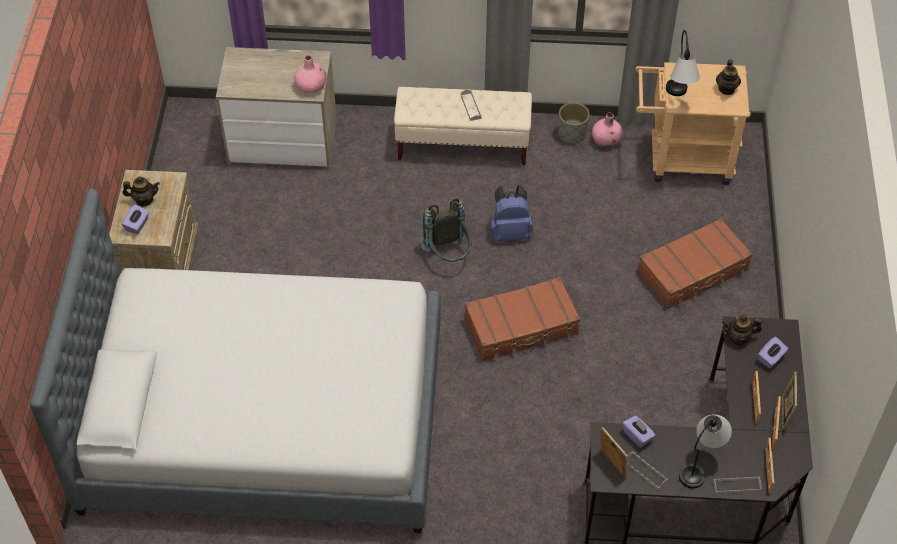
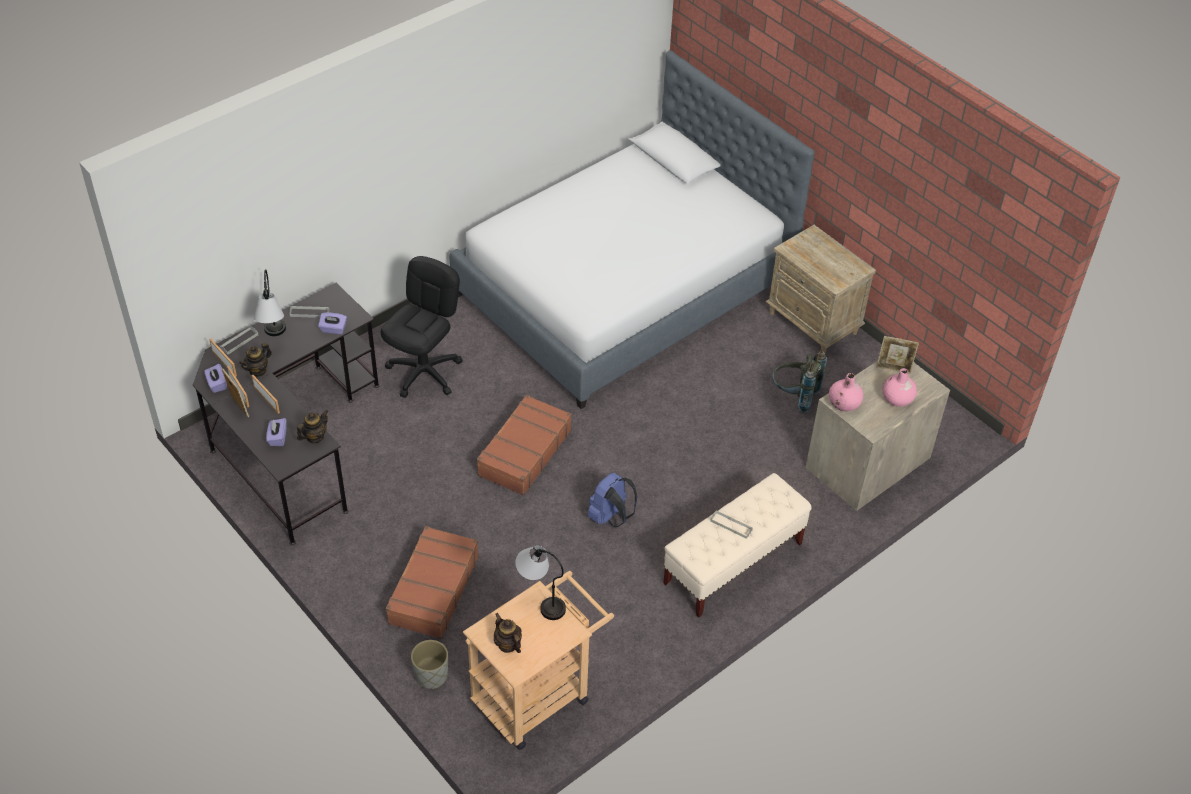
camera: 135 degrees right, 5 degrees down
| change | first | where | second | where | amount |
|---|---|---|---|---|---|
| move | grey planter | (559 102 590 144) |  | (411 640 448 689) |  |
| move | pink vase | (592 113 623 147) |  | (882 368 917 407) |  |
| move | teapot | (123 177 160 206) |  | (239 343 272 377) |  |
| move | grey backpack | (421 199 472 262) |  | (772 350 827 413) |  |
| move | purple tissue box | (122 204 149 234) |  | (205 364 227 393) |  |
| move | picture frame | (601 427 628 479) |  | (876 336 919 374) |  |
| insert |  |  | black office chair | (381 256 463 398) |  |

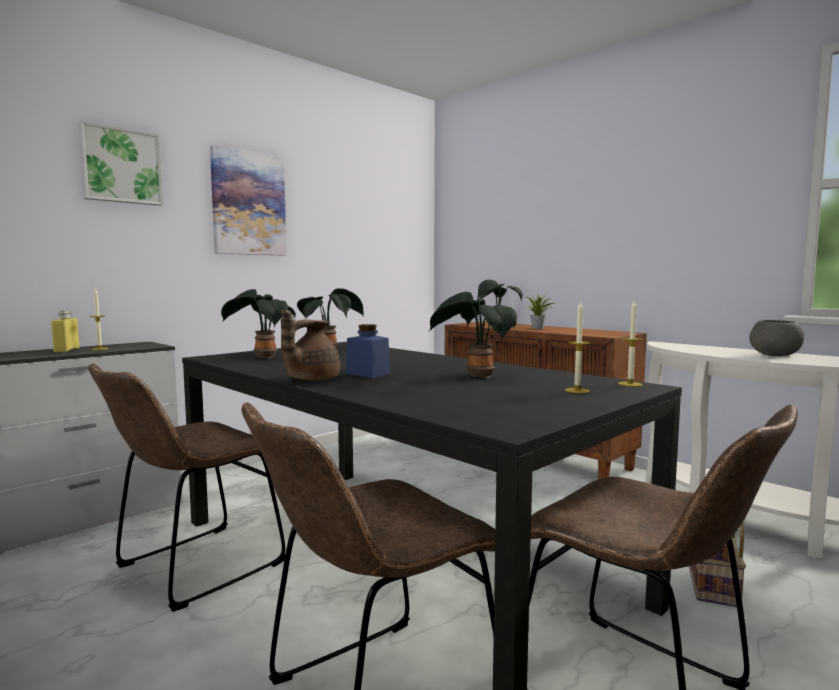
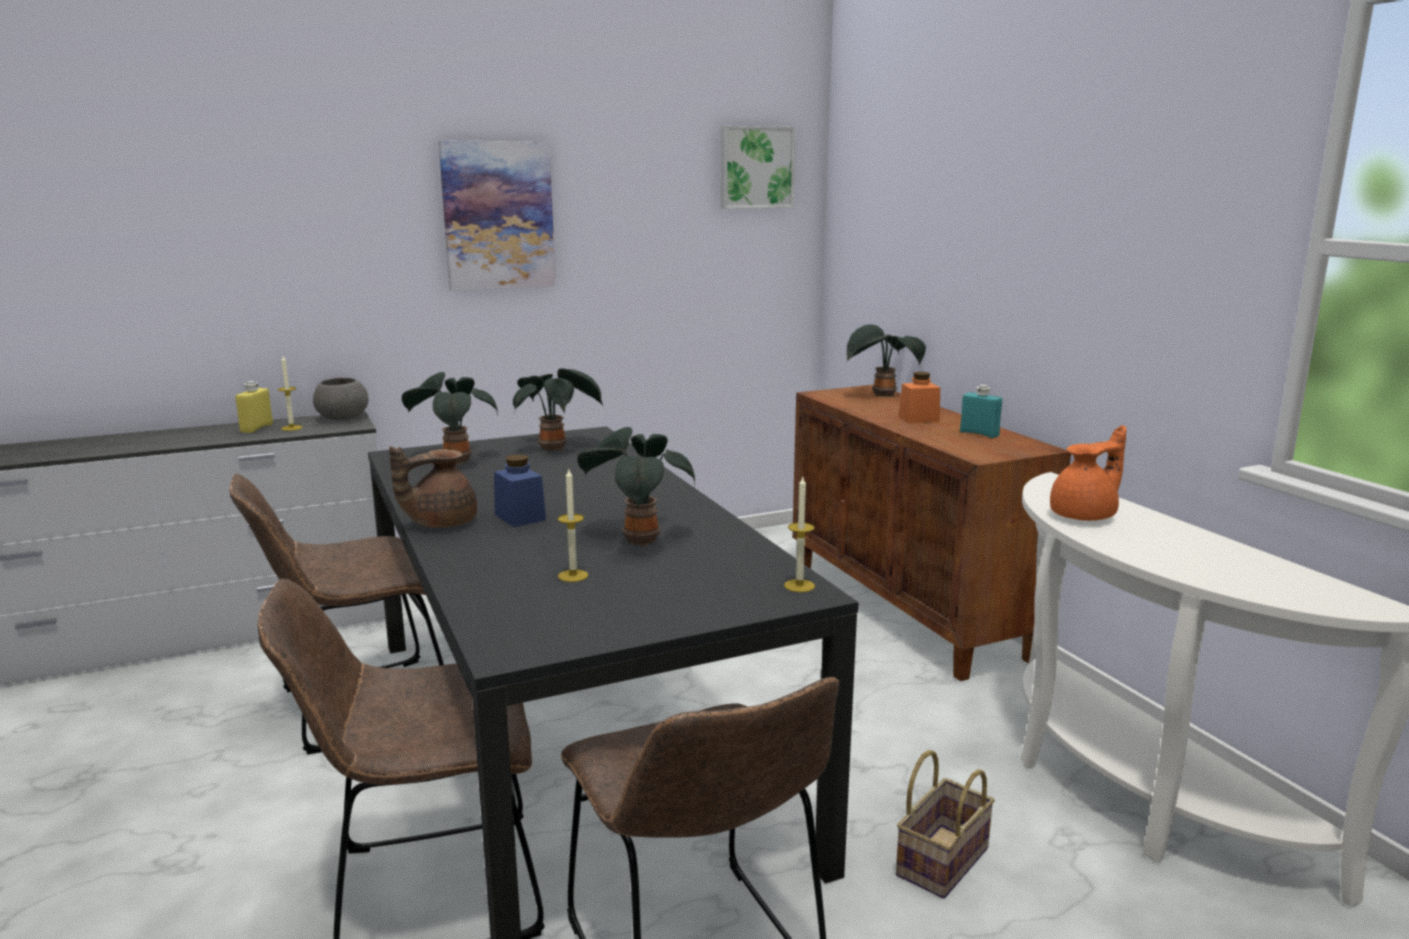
camera: 20 degrees right, 10 degrees up
| change | first | where | second | where | amount |
|---|---|---|---|---|---|
| move | picture | (79 121 163 206) |  | (721 126 796 209) |  |
| replace | potted plant | (527 294 555 329) | orange jar | (898 372 940 423) |  |
| move | candle | (565 301 590 393) |  | (558 469 588 582) |  |
| move | grey bowl | (749 320 804 356) |  | (313 378 369 420) |  |
| insert |  |  | turquoise bottle | (960 385 1002 438) |  |
| insert |  |  | orange teapot | (1050 425 1127 521) |  |

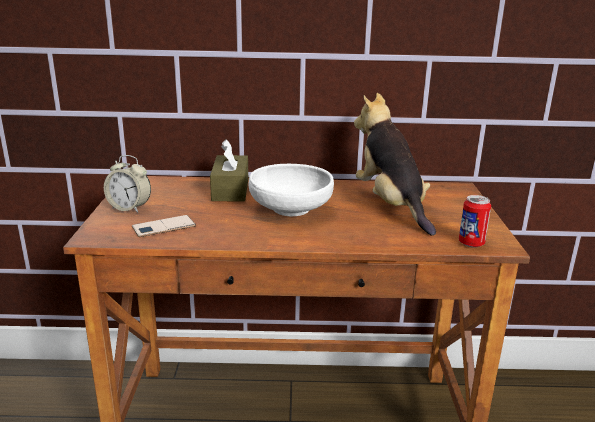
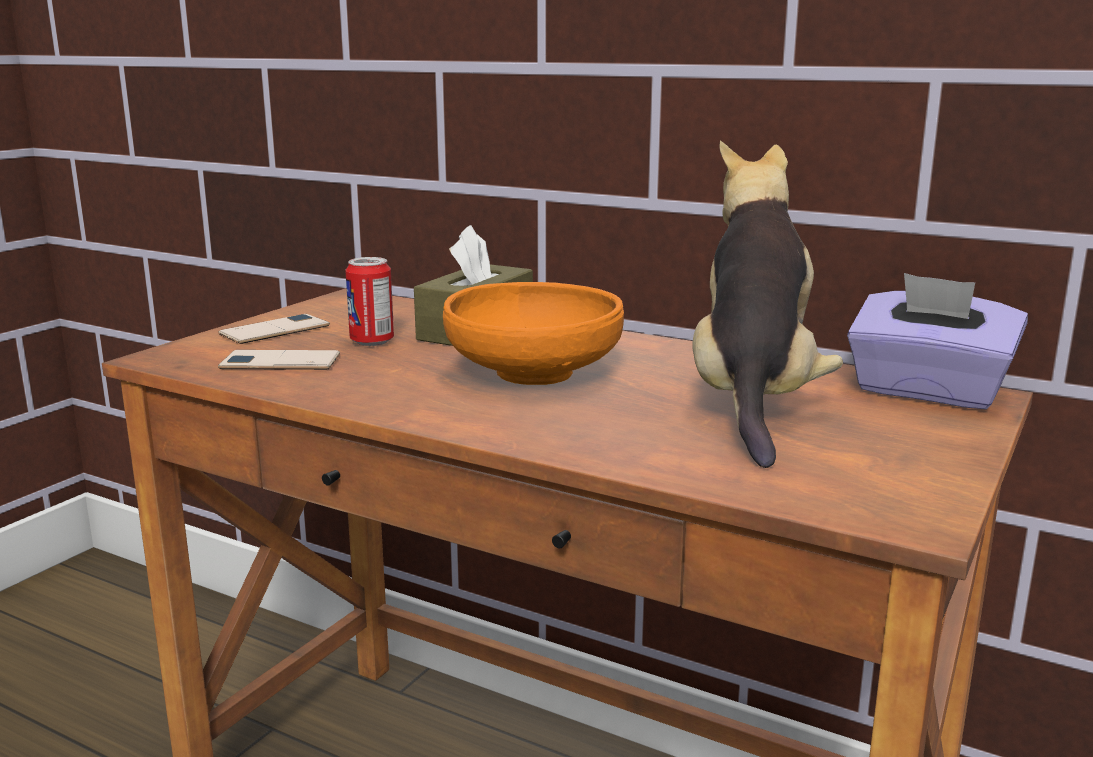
camera: 30 degrees right, 5 degrees down
| change | first | where | second | where | amount |
|---|---|---|---|---|---|
| replace | alarm clock | (104 155 151 213) | phone | (218 314 330 344) |  |
| recolor | white bowl | (249 164 334 216) | orange bowl | (443 282 624 385) |  |
| move | can | (459 195 491 248) |  | (345 257 394 346) |  |
| insert |  |  | purple tissue box | (847 273 1028 409) |  |

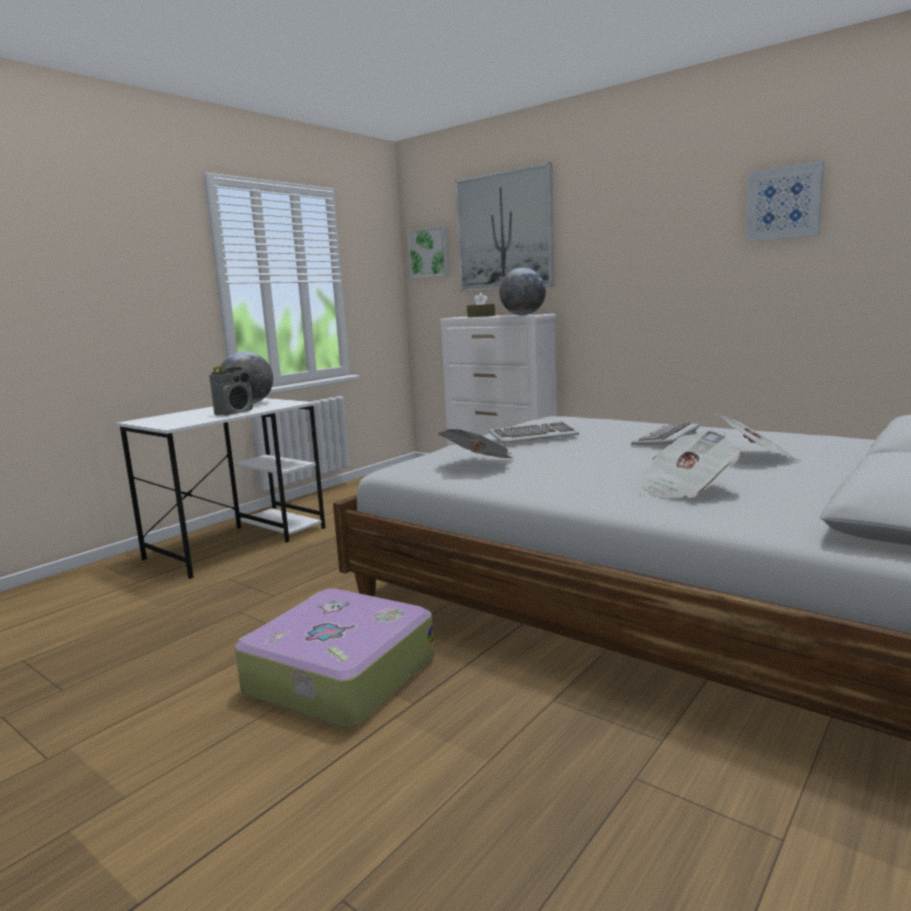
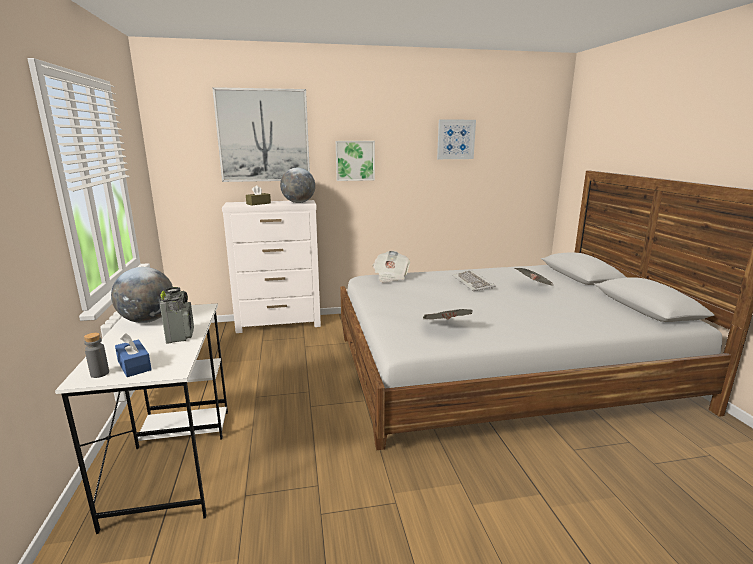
camera: 50 degrees left, 5 degrees up
| change | first | where | second | where | amount |
|---|---|---|---|---|---|
| move | picture | (407 226 449 279) |  | (336 141 375 181) |  |
| delete | keyboard | (489 422 579 443) |  |  |  |
| move | newspaper | (640 430 740 498) |  | (373 250 410 283) |  |
| delete | suitcase | (235 588 434 728) |  |  |  |
| insert |  |  | grey bottle | (84 333 109 378) |  |
| insert |  |  | blue tissue box | (115 333 152 377) |  |

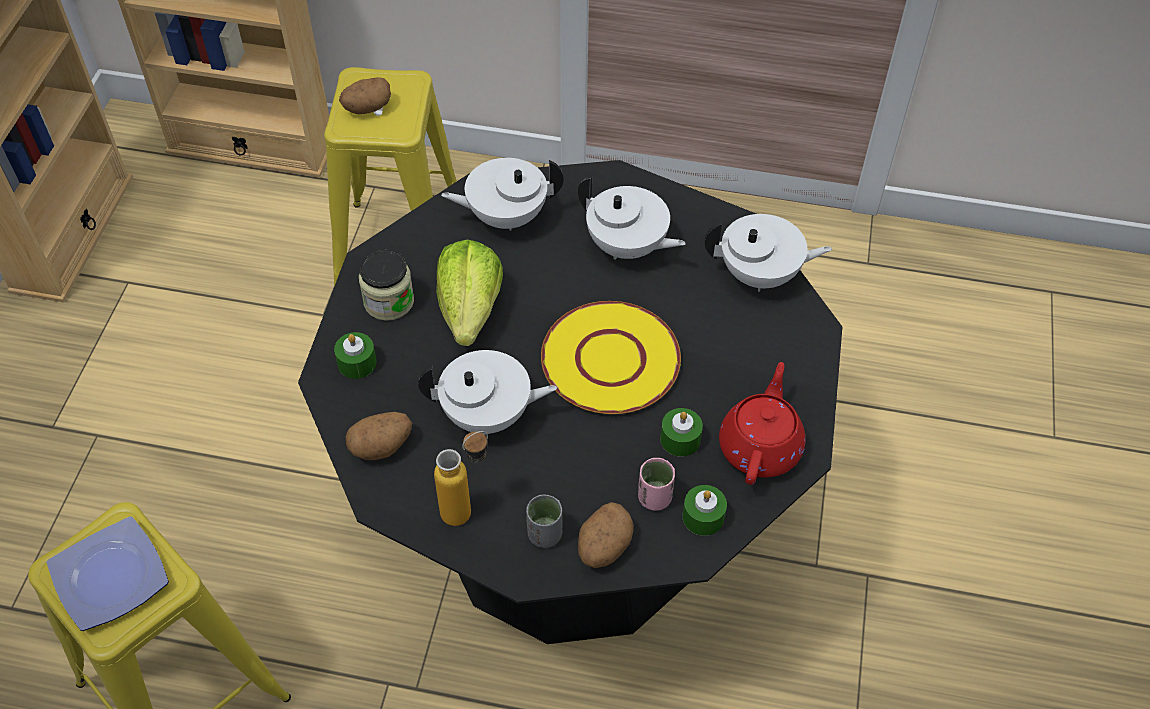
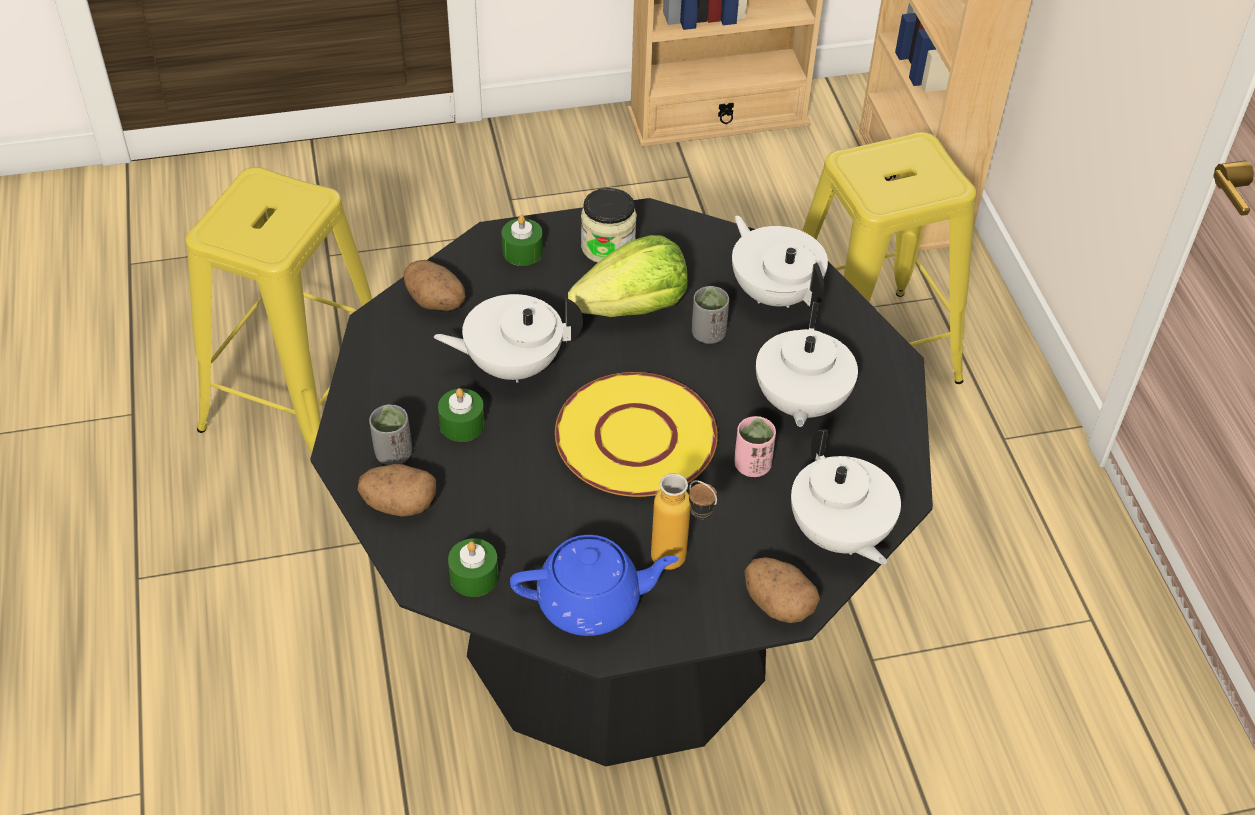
camera: 65 degrees right, 5 degrees down
| change | first | where | second | where | amount |
|---|---|---|---|---|---|
| move | potato | (339 77 391 114) |  | (744 557 820 623) |  |
| rotate | white teapot | (418 350 557 435) |  | (434 294 583 382) | 105 degrees clockwise |
| recolor | red teapot | (719 362 805 485) | blue teapot | (510 535 679 636) |  |
| move | green candle | (660 408 703 457) |  | (438 388 485 442) |  |
| move | bottle | (434 431 488 526) |  | (651 473 717 570) |  |
| move | pink cup | (638 458 675 511) |  | (735 416 776 477) |  |
| delete | plate | (46 516 169 631) |  |  |  |
| insert |  |  | grey cup | (692 286 729 344) |  |

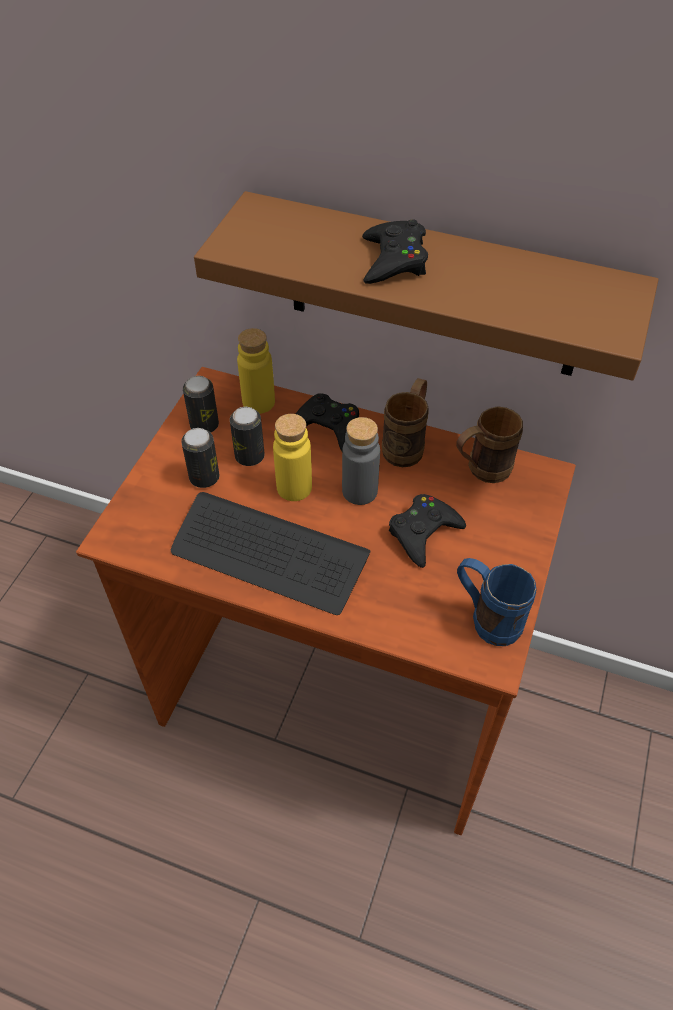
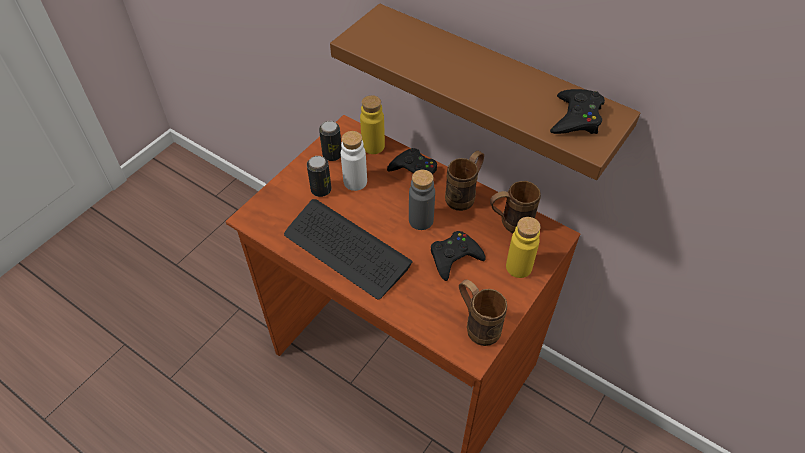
camera: 15 degrees right, 0 degrees up
| change | first | where | second | where | amount |
|---|---|---|---|---|---|
| move | black game controller | (362 219 428 284) |  | (550 89 605 134) |  |
| replace | can | (230 407 265 466) | white bottle | (341 131 367 191) |  |
| move | yellow bottle | (273 414 312 501) |  | (506 217 541 278) |  |
| recolor | blue mug | (457 558 537 646) | brown mug | (459 279 507 346) |  |

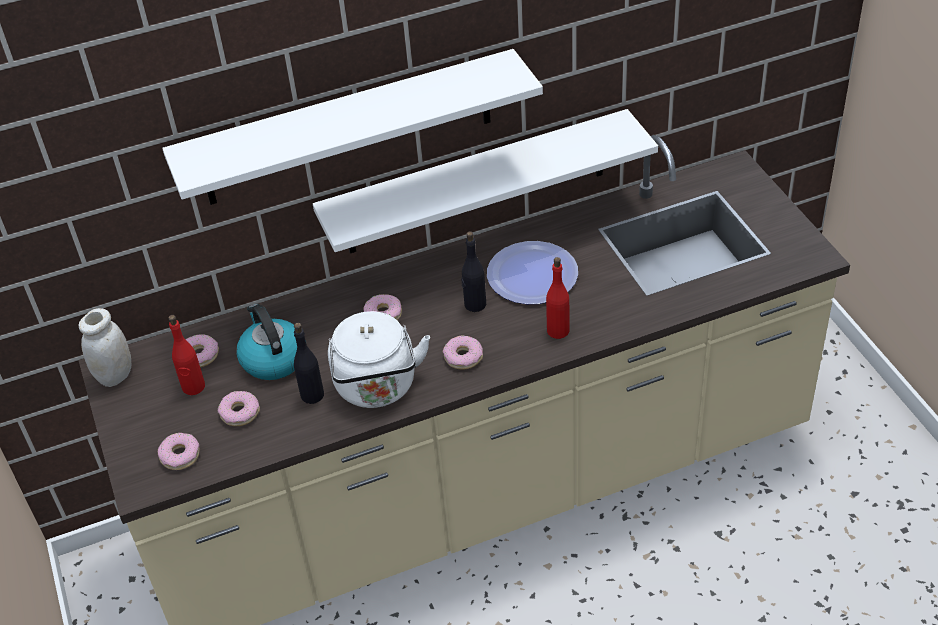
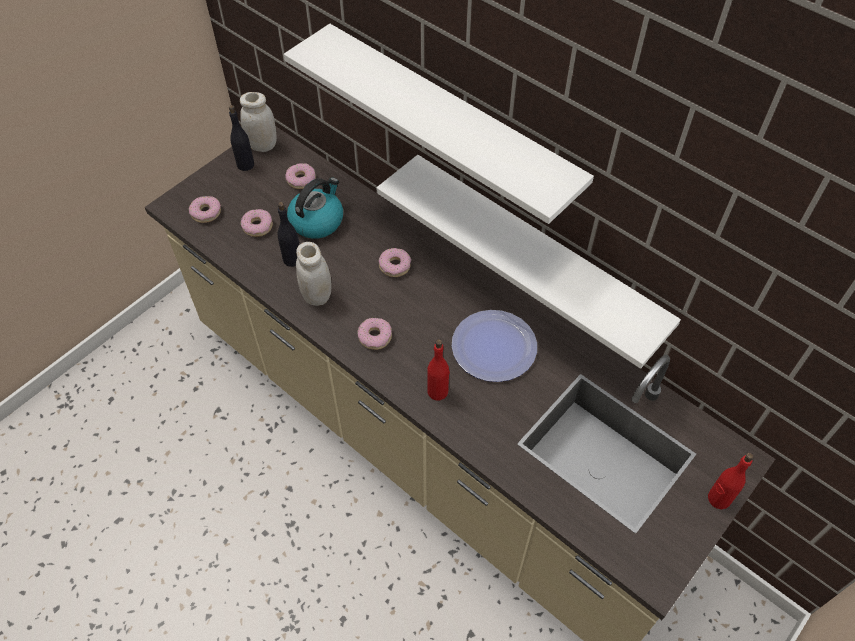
camera: 60 degrees right, 10 degrees up
| change | first | where | second | where | amount |
|---|---|---|---|---|---|
| move | black bottle | (461 231 486 312) |  | (229 105 254 171) |  |
| replace | white kettle | (328 311 430 408) | white jar | (296 242 332 306) |  |
| move | red bottle | (168 315 205 395) |  | (708 453 754 509) |  |

